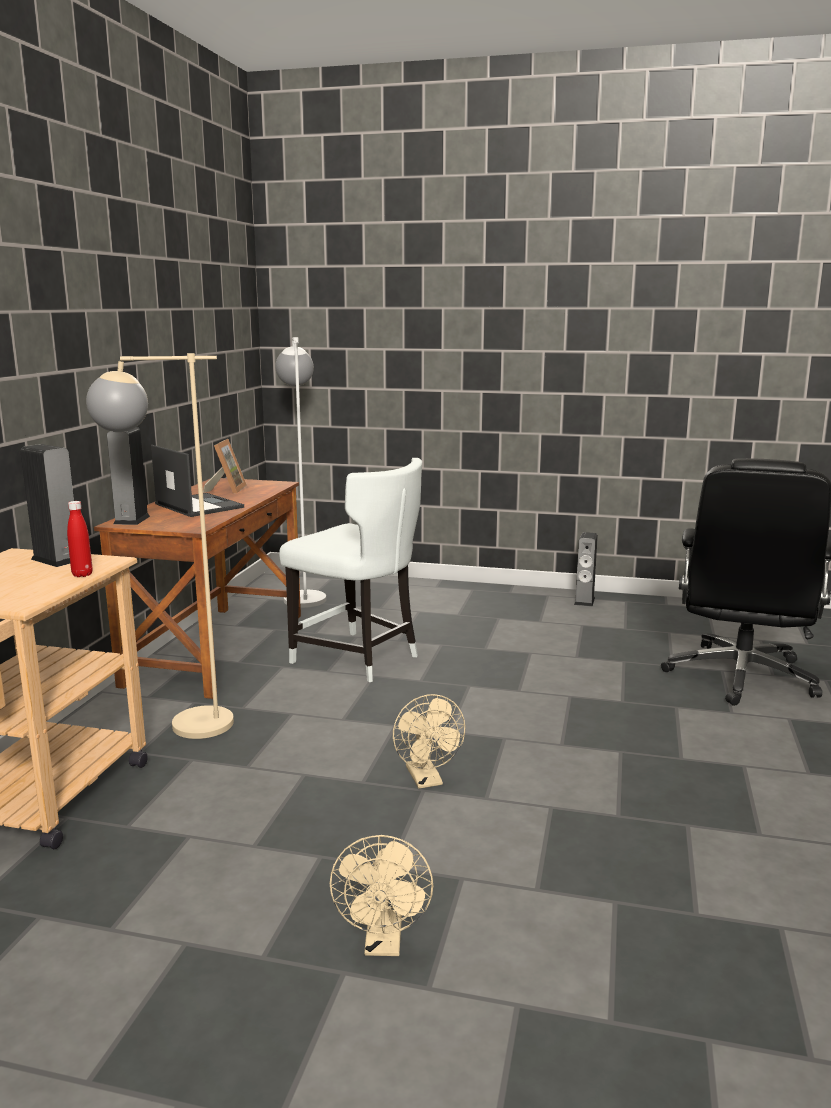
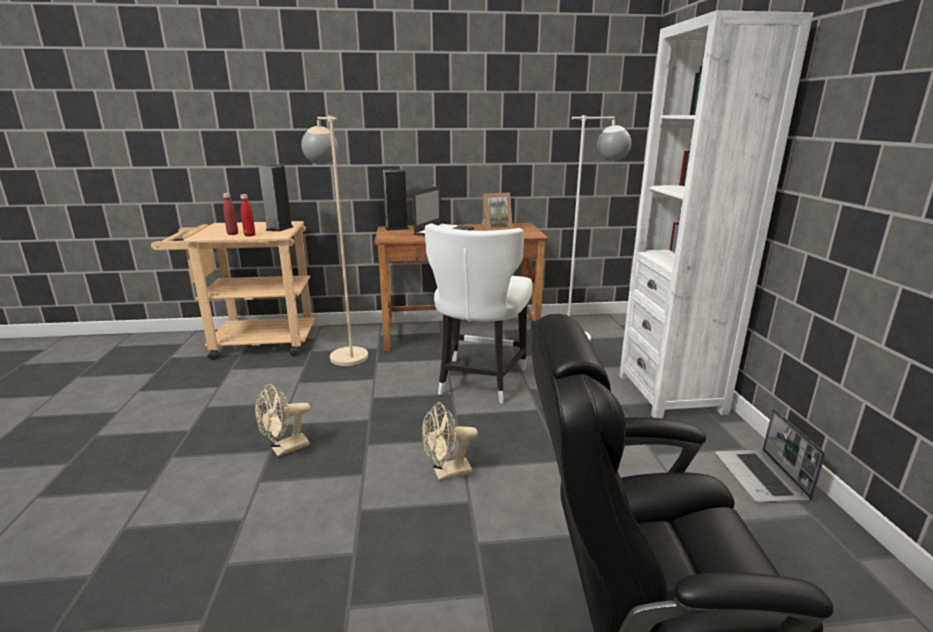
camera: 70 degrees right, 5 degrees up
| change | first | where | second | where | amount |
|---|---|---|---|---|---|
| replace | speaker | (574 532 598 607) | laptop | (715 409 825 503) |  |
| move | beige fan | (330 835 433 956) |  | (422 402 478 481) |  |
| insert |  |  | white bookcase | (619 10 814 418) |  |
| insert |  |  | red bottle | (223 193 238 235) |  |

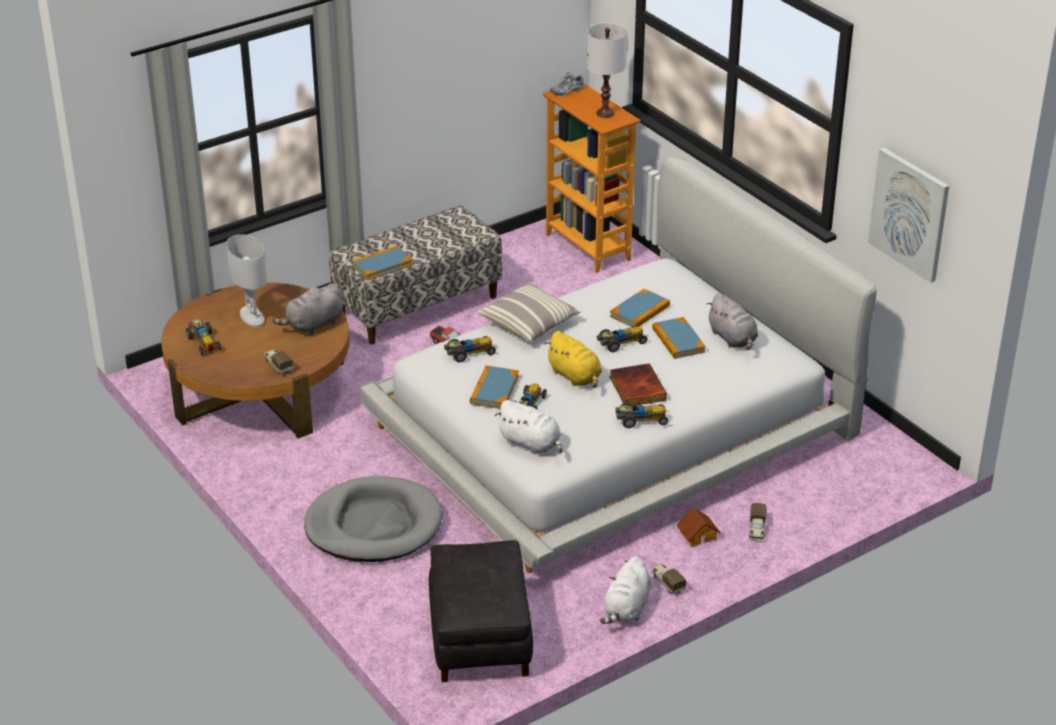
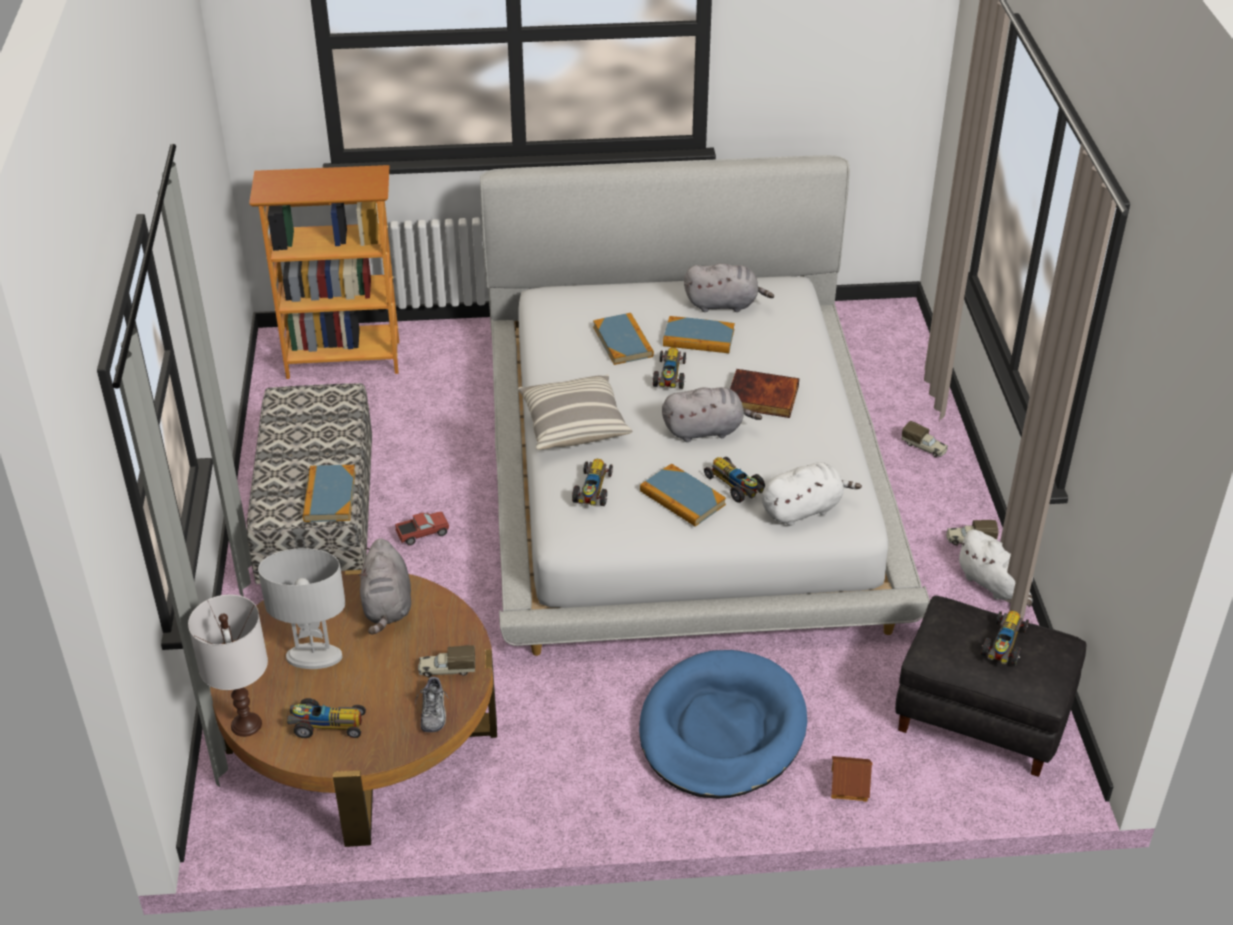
camera: 60 degrees left, 5 degrees up
| change | first | where | second | where | amount |
|---|---|---|---|---|---|
| move | white table lamp | (587 23 628 118) |  | (188 595 268 737) |  |
| move | shoe | (550 73 584 96) |  | (415 675 449 732) |  |
| delete | picture | (868 148 949 283) |  |  |  |
| recolor | yellow plush toy | (545 331 602 388) | grey plush toy | (662 387 762 442) |  |
| move | toy car | (615 403 668 428) |  | (981 611 1029 666) |  |
| recolor | grey dog bed | (304 476 443 562) | blue dog bed | (639 650 807 799) |  |
| move | toy house | (676 507 720 547) |  | (831 756 873 802) |  |

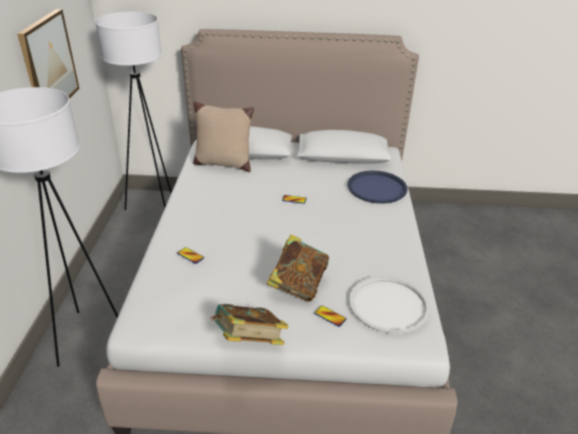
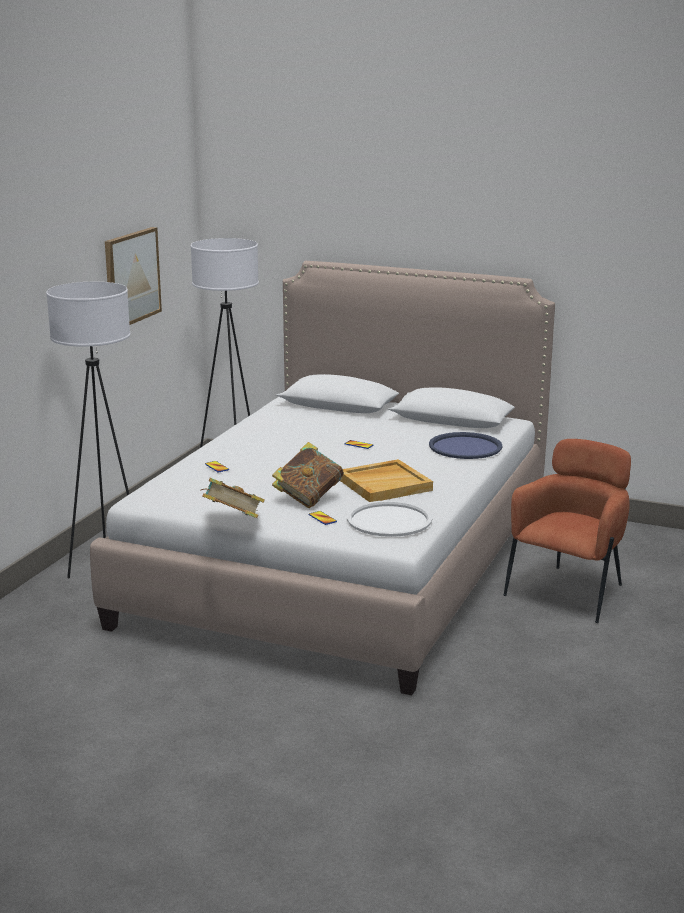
camera: 20 degrees right, 15 degrees down
| change | first | where | second | where | amount |
|---|---|---|---|---|---|
| delete | beige pillow | (193 101 254 172) |  |  |  |
| insert |  |  | brown armchair | (503 439 631 623) |  |
| insert |  |  | beige tray | (340 459 433 502) |  |

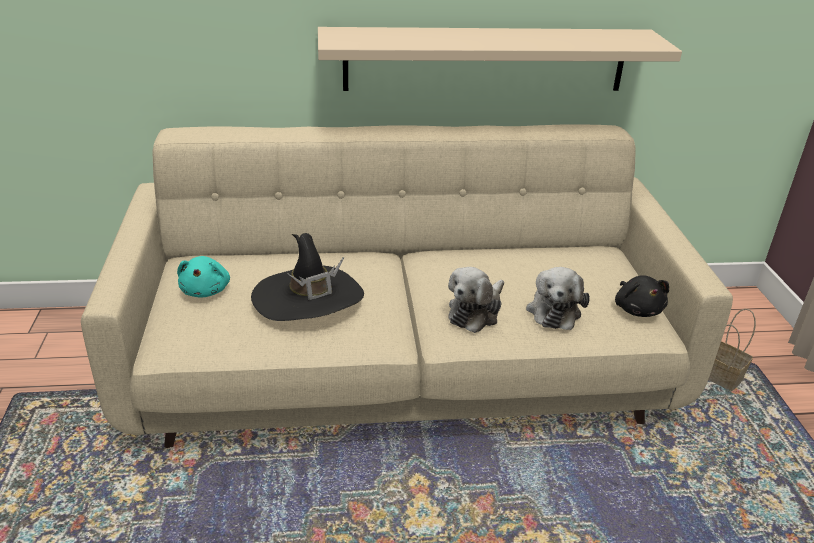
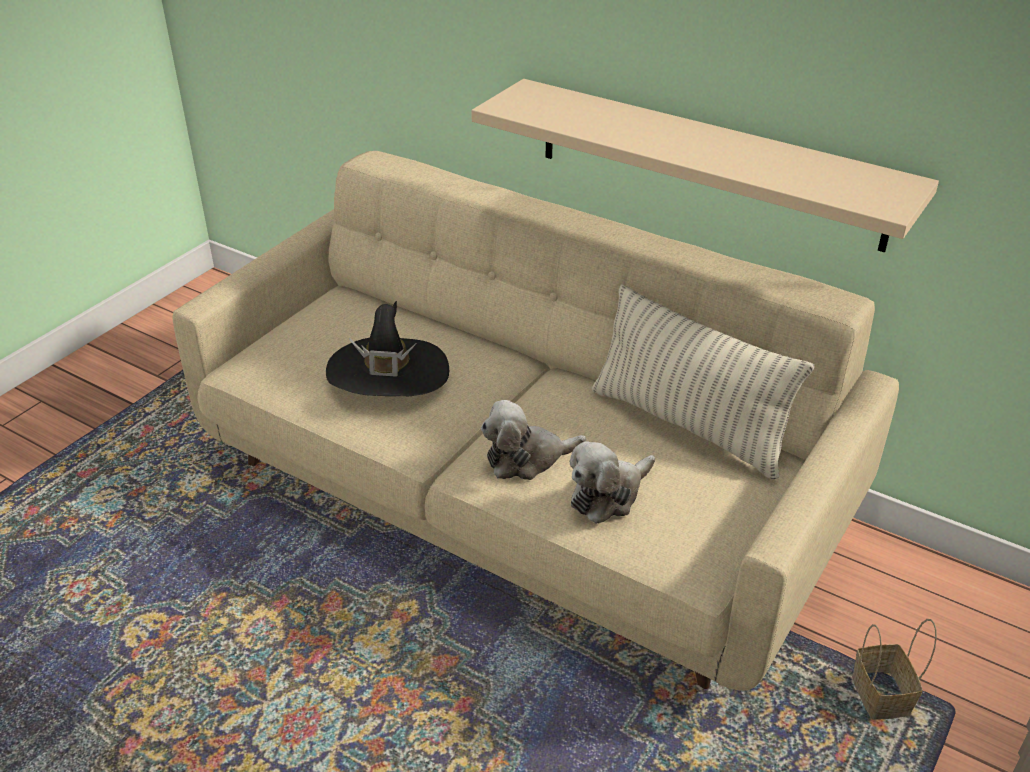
camera: 40 degrees right, 5 degrees up
| change | first | where | second | where | amount |
|---|---|---|---|---|---|
| delete | turquoise plush toy | (177 256 230 298) |  |  |  |
| delete | black plush toy | (615 275 669 317) |  |  |  |
| insert |  |  | pillow | (592 284 814 480) |  |

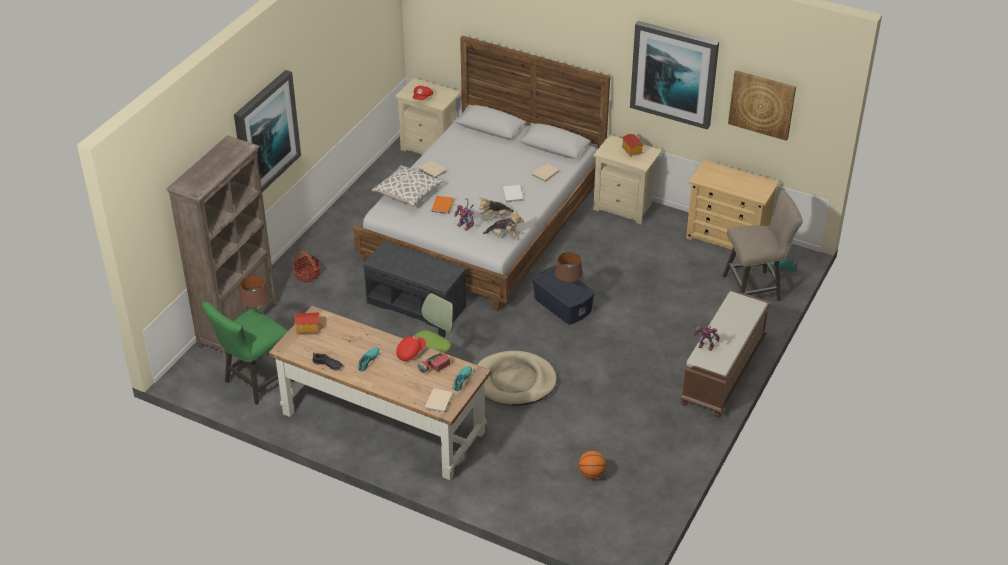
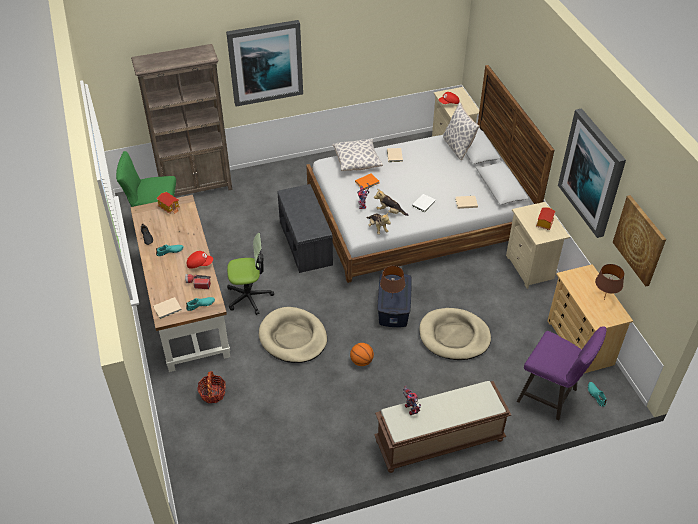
camera: 45 degrees right, 5 degrees up
| change | first | where | second | where | amount |
|---|---|---|---|---|---|
| recolor | beige stool | (723 190 803 301) | purple stool | (517 326 607 420) |  |
| move | basket | (292 250 320 282) |  | (197 371 226 404) |  |
| move | brown table lamp | (240 275 270 317) |  | (595 264 624 299) |  |
| move | basketball | (578 451 606 479) |  | (350 343 374 366) |  |
| insert |  |  | pillow | (443 103 479 160) |  |
| insert |  |  | beige dog bed | (419 308 491 360) |  |

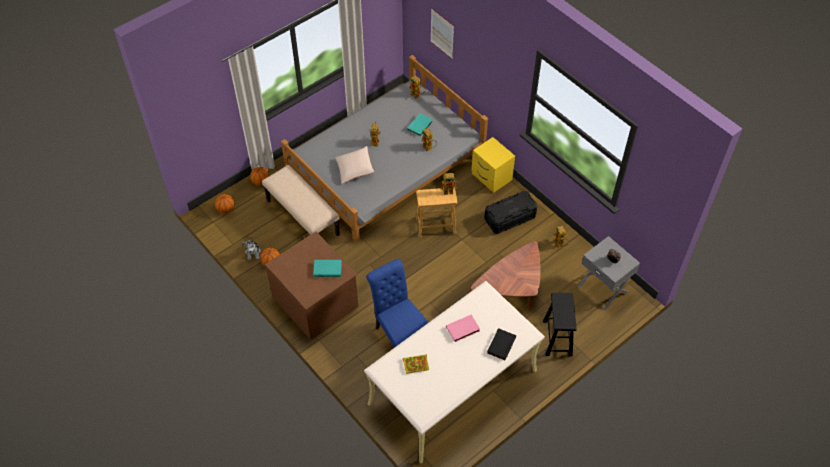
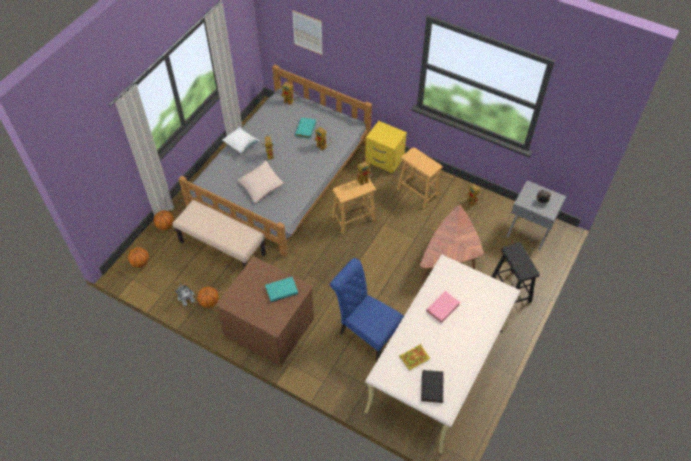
camera: 20 degrees left, 0 degrees up
| change | first | where | second | where | amount |
|---|---|---|---|---|---|
| replace | black storage box | (484 191 538 234) | brown stool | (397 147 443 209) |  |
| move | black book | (487 328 516 360) |  | (421 370 444 403) |  |
| insert |  |  | white pillow | (222 127 260 153) |  |

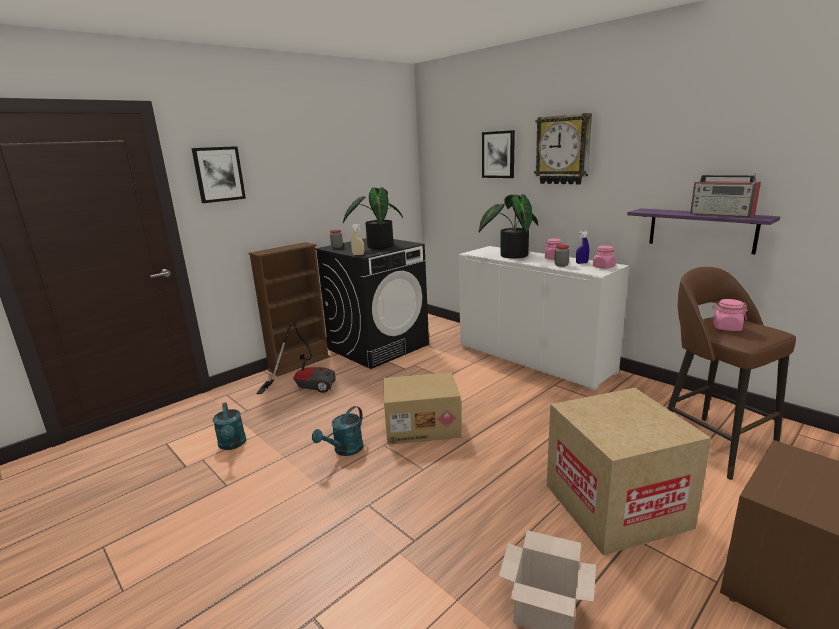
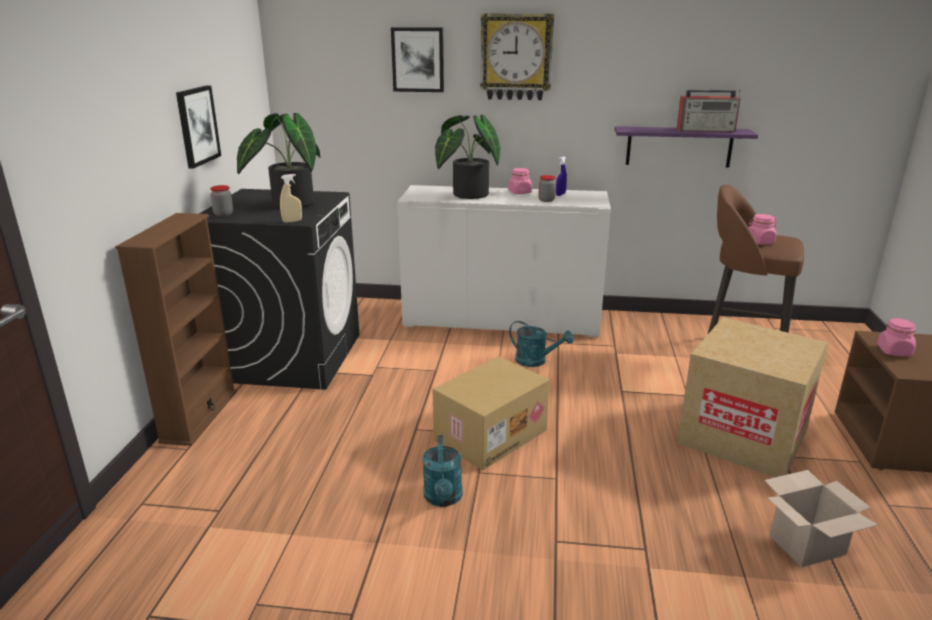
camera: 40 degrees left, 5 degrees up
| change | first | where | second | where | amount |
|---|---|---|---|---|---|
| move | picture | (191 146 246 203) |  | (176 85 221 169) |  |
| move | pink jar | (593 246 616 269) |  | (877 318 916 356) |  |
| delete | vacuum cleaner | (257 323 336 394) |  |  |  |
| move | turquoise watering can | (213 402 246 450) |  | (509 321 574 367) |  |

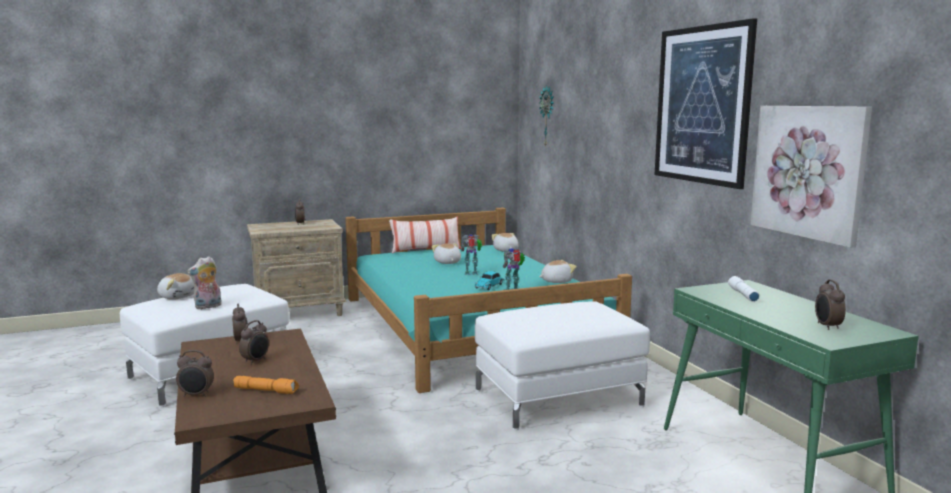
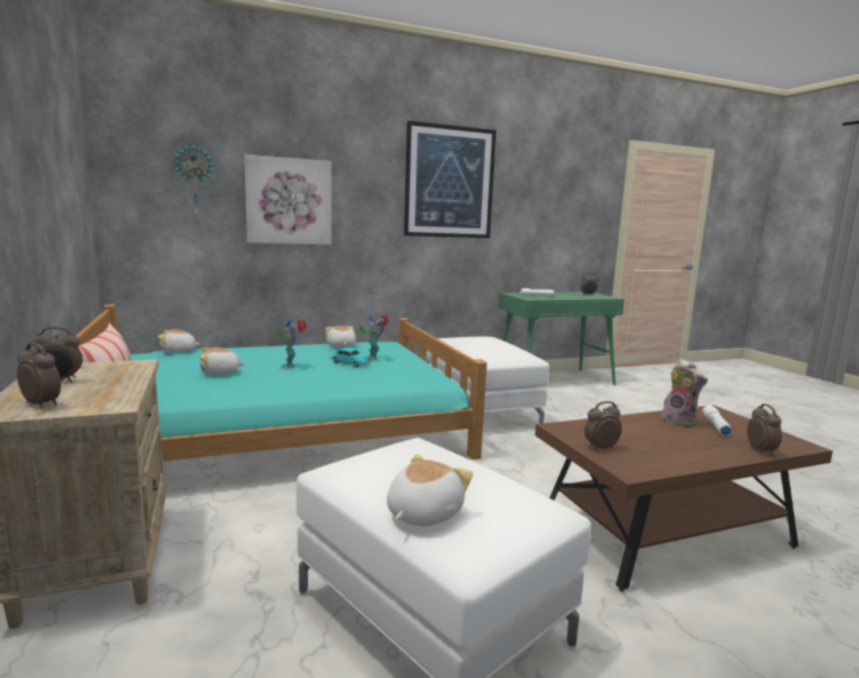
camera: 90 degrees left, 0 degrees up
| change | first | where | second | where | amount |
|---|---|---|---|---|---|
| move | picture | (750 106 872 248) |  | (244 155 331 245) |  |
| move | plush toy | (187 256 222 309) |  | (661 359 708 427) |  |
| move | alarm clock | (239 320 269 365) |  | (17 343 61 408) |  |
| recolor | orange flashlight | (233 376 299 394) | white flashlight | (702 405 732 436) |  |

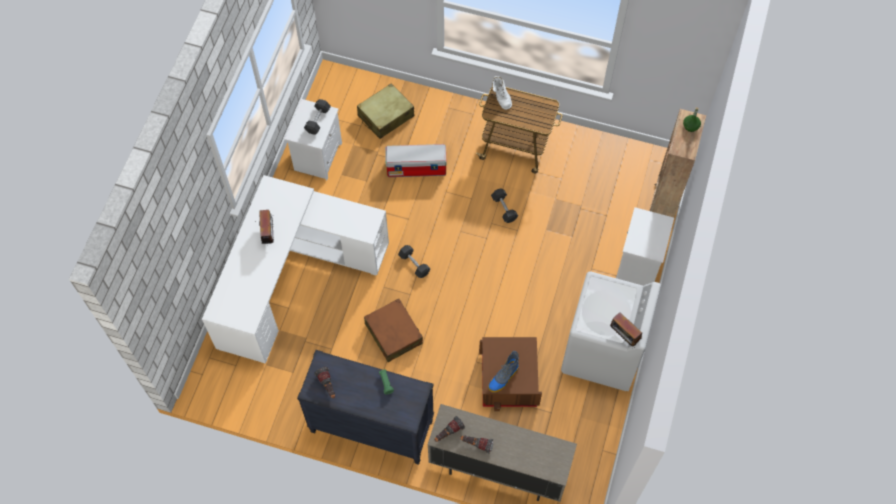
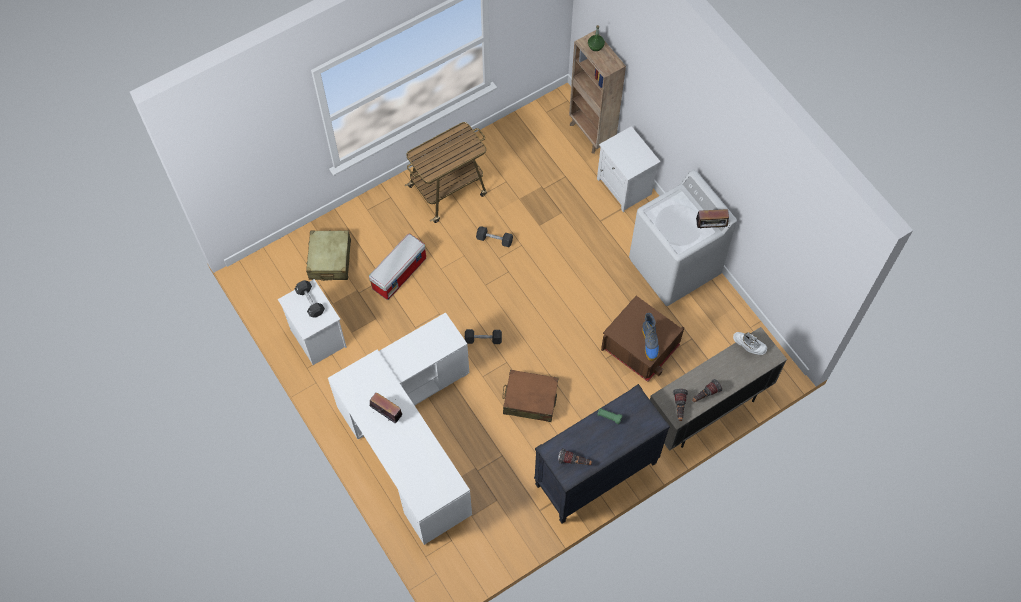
camera: 50 degrees left, 0 degrees up
| change | first | where | second | where | amount |
|---|---|---|---|---|---|
| move | white boot | (492 76 512 110) |  | (733 332 767 355) |  |

